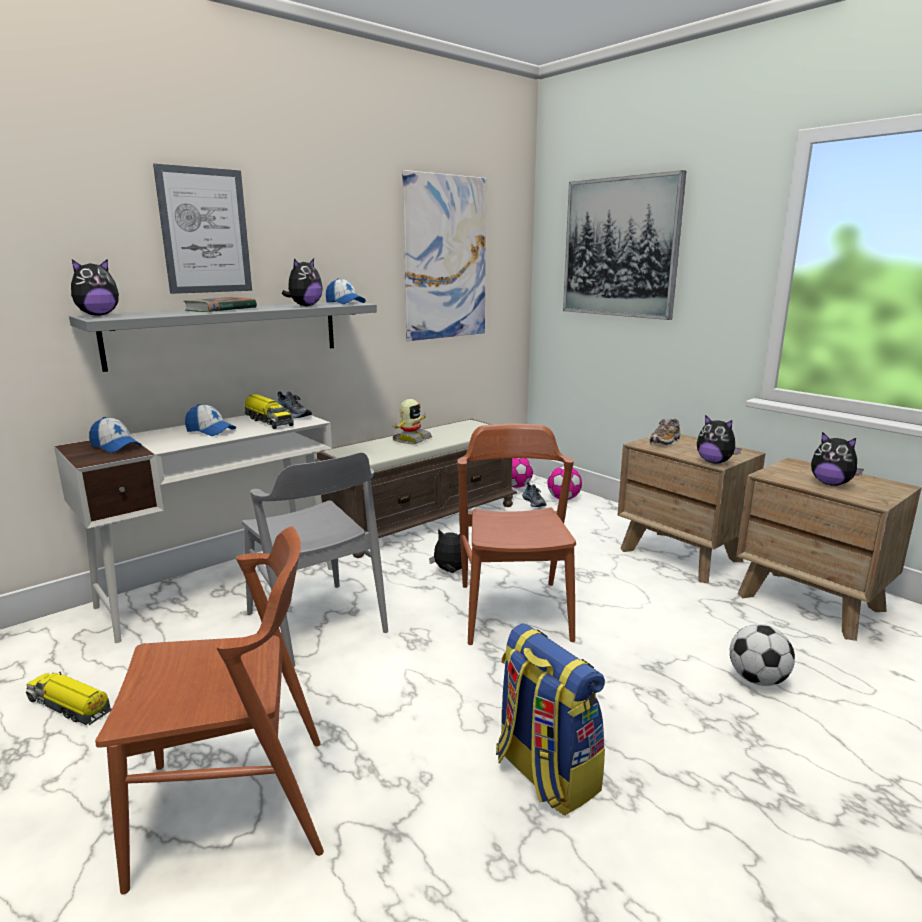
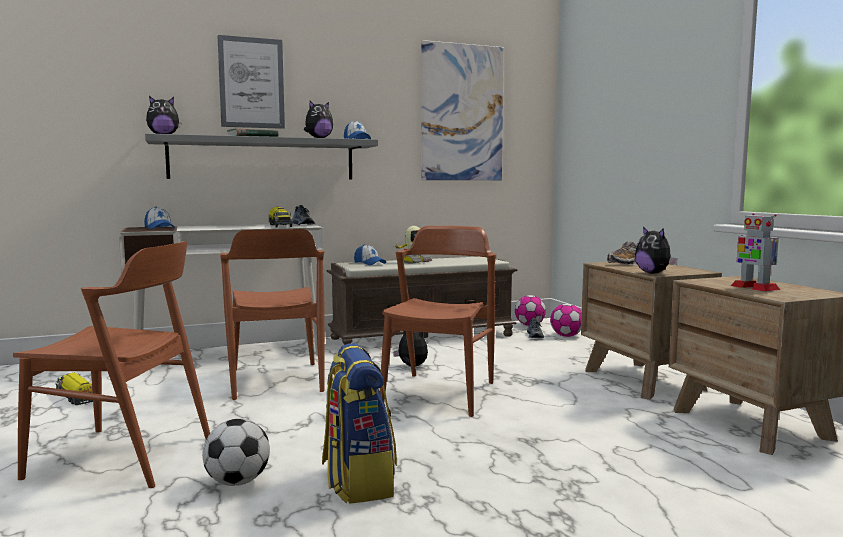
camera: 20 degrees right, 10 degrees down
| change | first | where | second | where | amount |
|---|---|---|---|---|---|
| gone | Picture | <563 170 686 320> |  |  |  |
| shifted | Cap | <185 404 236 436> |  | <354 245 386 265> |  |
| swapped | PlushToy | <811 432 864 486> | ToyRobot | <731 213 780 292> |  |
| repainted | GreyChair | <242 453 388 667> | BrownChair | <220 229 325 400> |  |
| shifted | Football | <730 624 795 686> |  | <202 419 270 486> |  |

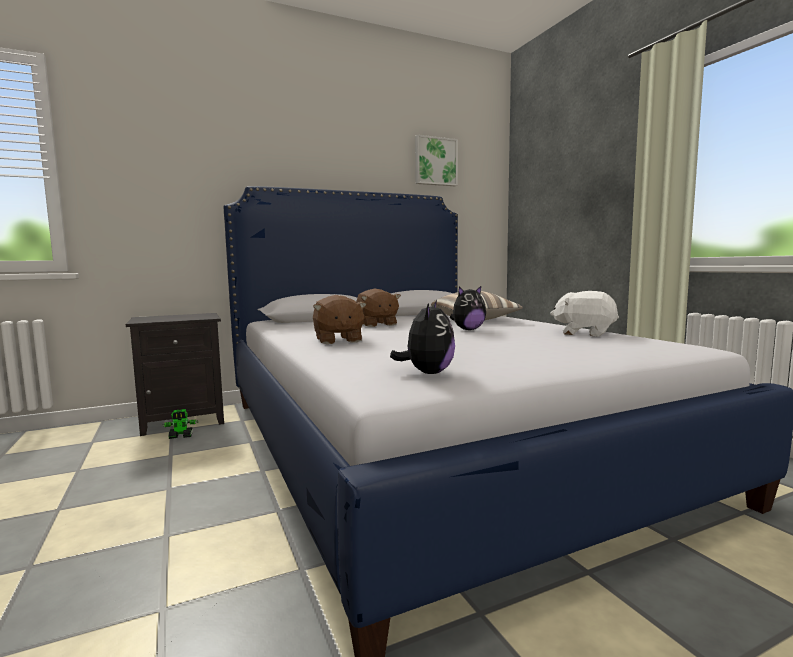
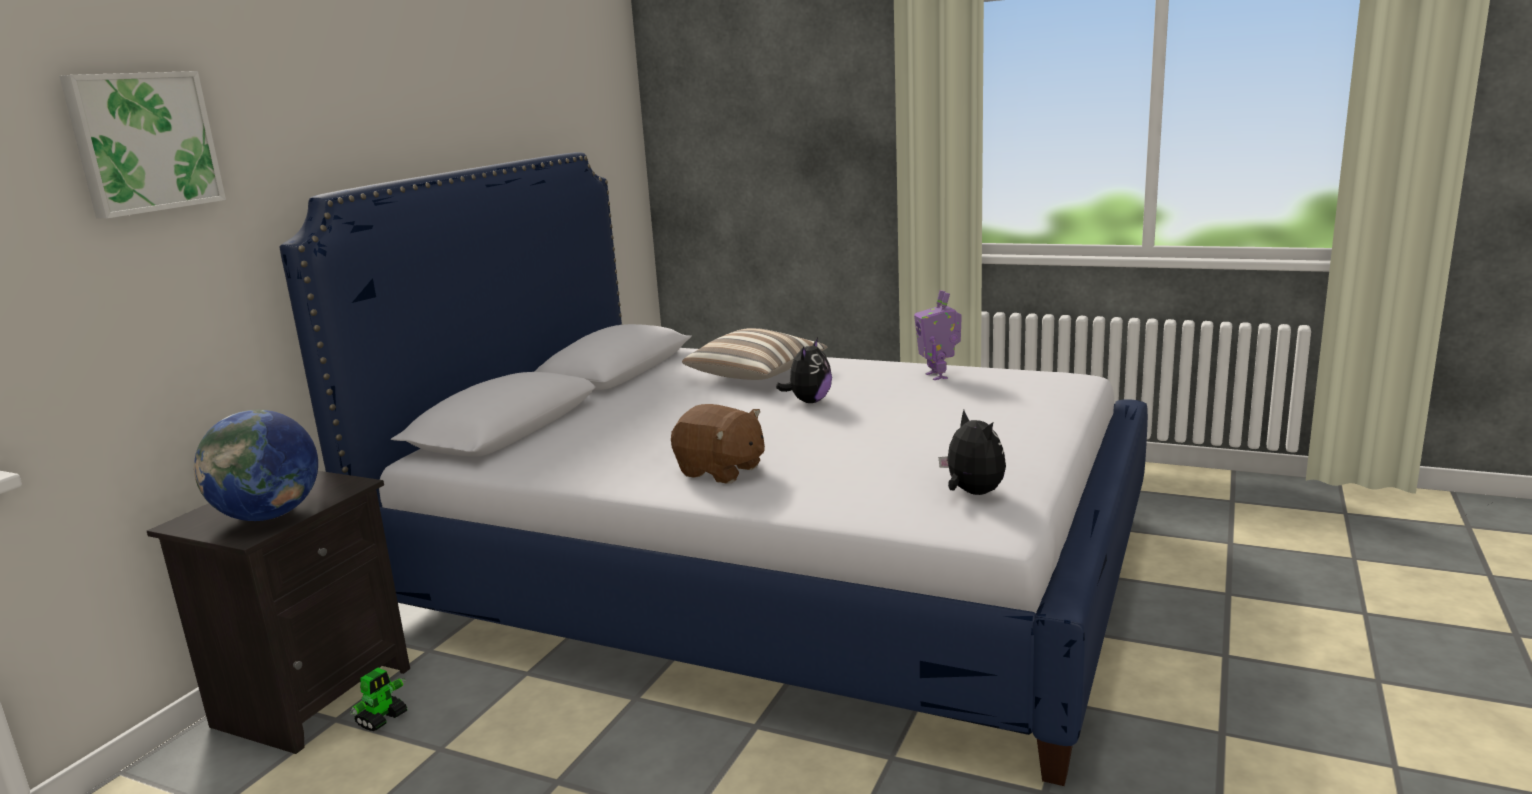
camera: 40 degrees left, 10 degrees up
| change | first | where | second | where | amount |
|---|---|---|---|---|---|
| shifted | Picture | <415 135 458 186> |  | <59 71 226 219> |  |
| gone | BrownPlushToy | <356 289 401 327> |  |  |  |
| swapped | WhitePlushToy | <551 291 619 336> | ToyRobot | <914 290 962 380> |  |
| new |  |  | Globe | <194 410 318 521> |  |

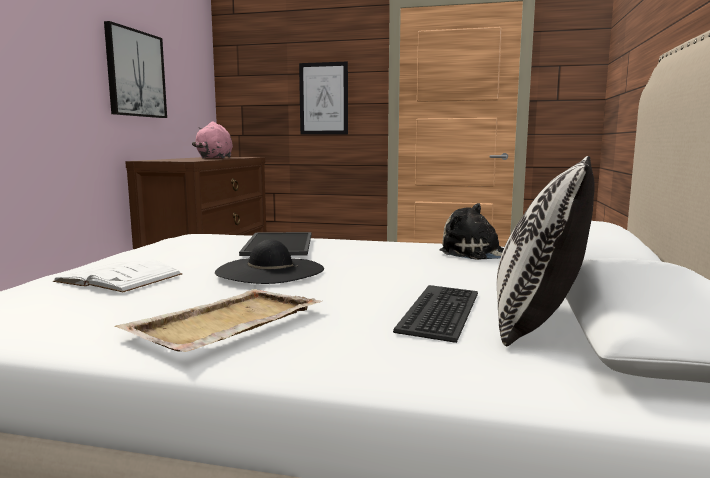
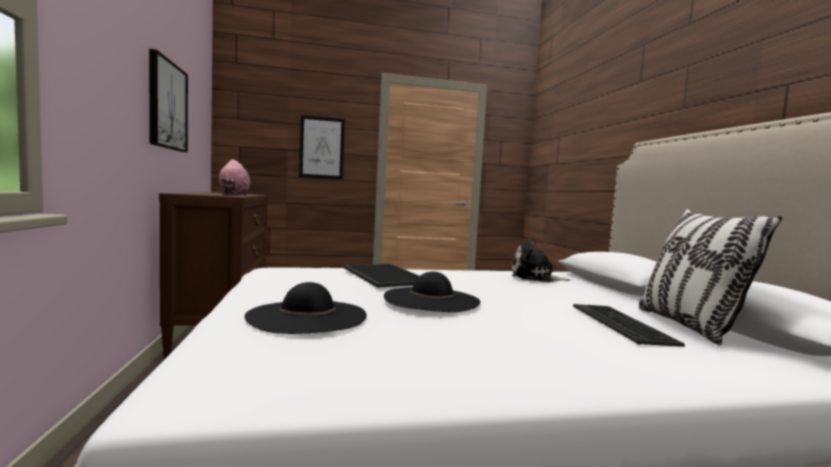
camera: 25 degrees left, 5 degrees down
| change | first | where | second | where | amount |
|---|---|---|---|---|---|
| swapped | WhiteBook | <53 260 182 292> | BlackHat | <245 282 367 334> |  |
| gone | BeigeTray | <115 289 322 352> |  |  |  |

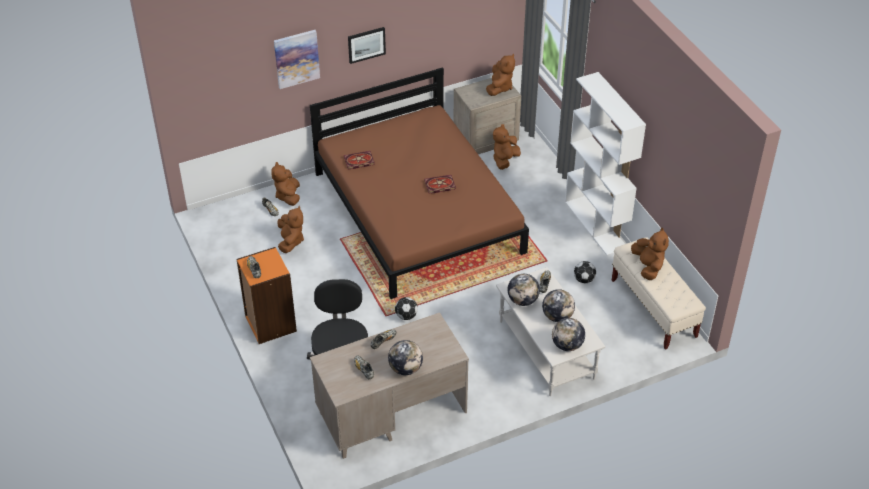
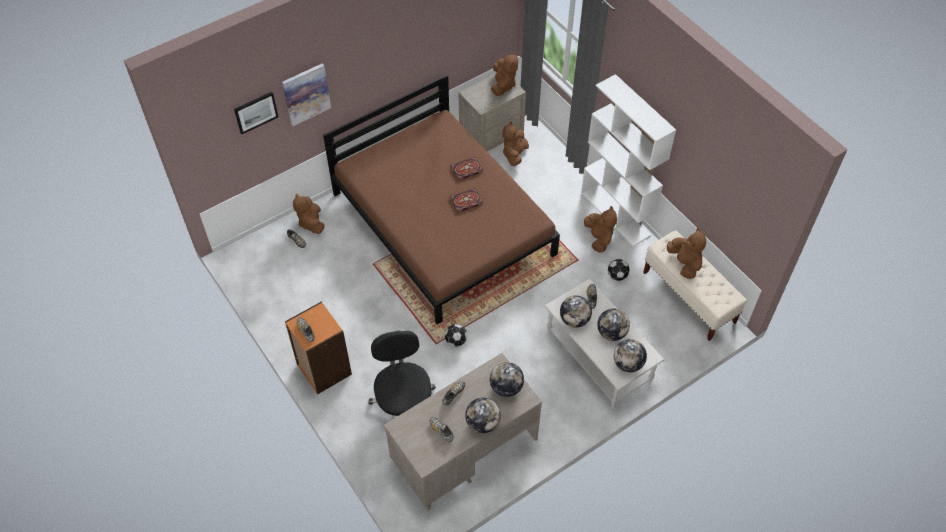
camera: 10 degrees left, 10 degrees up
| change | first | where | second | where | amount |
|---|---|---|---|---|---|
| shifted | Picture | <348 27 386 64> |  | <234 92 278 134> |  |
| shifted | Book | <344 151 375 169> |  | <450 157 483 180> |  |
| shifted | BrownPlushToy | <277 206 304 253> |  | <584 206 617 253> |  |
| new |  |  | Globe | <490 362 524 397> |  |

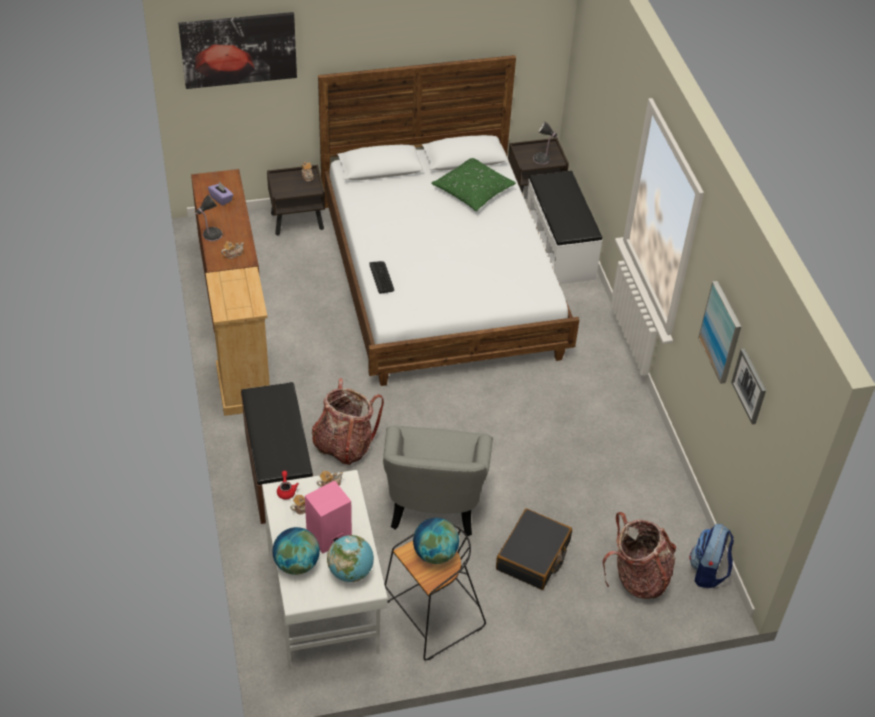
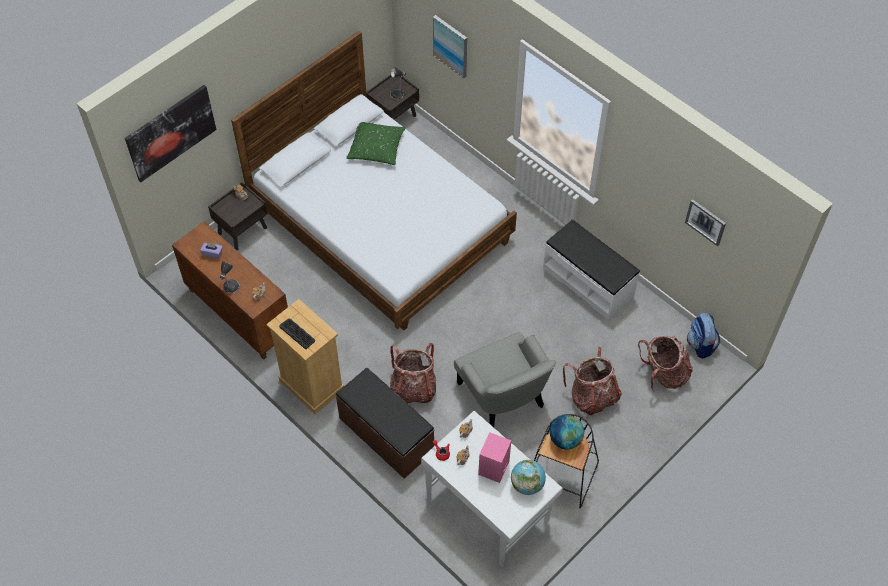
camera: 30 degrees left, 10 degrees up
| change | first | where | second | where | amount |
|---|---|---|---|---|---|
| shifted | WhiteBench | <527 171 602 284> |  | <543 219 640 321> |  |
| shifted | Keyboard | <369 261 394 294> |  | <279 319 315 349> |  |
| shifted | Picture | <698 281 741 384> |  | <433 15 467 78> |  |
| swapped | BlackSuitcase | <496 508 572 590> | Backpack | <563 347 622 416> |  |
| gone | Globe | <272 527 320 575> |  |  |  |

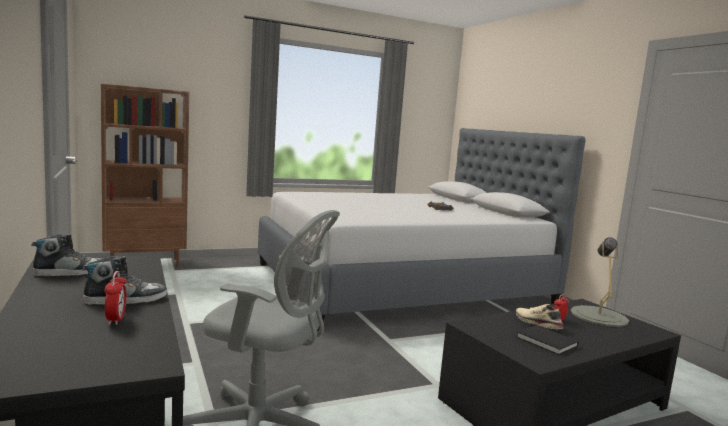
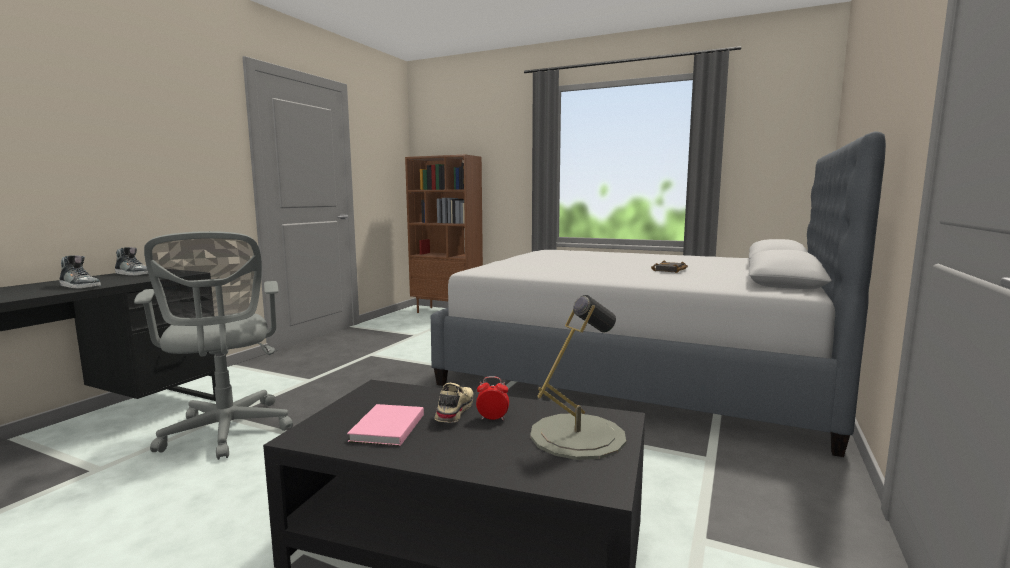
camera: 50 degrees right, 0 degrees up
| change | first | where | second | where | amount |
|---|---|---|---|---|---|
| gone | AlarmClock | <104 271 127 325> |  |  |  |
| repainted | BlackBook | <516 325 579 355> | PinkBook | <347 404 424 446> |  |

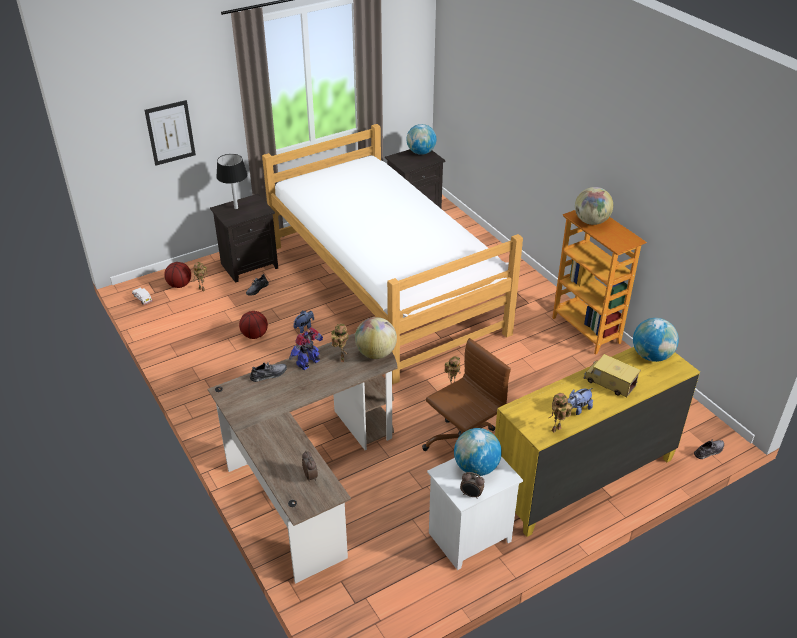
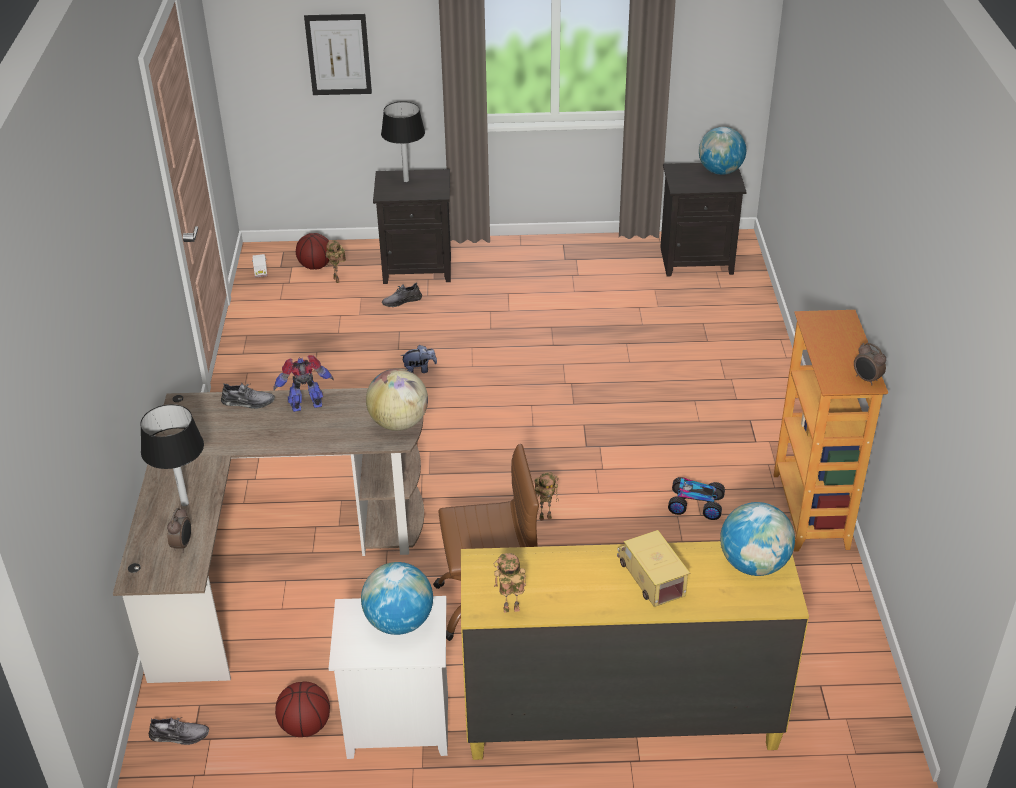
camera: 30 degrees right, 0 degrees up
| change | first | where | second | where | amount |
|---|---|---|---|---|---|
| gone | Bed | <262 124 523 385> |  |  |  |
| gone | Globe | <575 187 613 225> |  |  |  |
| shifted | Basketball | <239 311 268 339> |  | <275 682 330 737> |  |
| gone | ToyRobot | <331 323 349 362> |  |  |  |
| gone | PlushToy | <568 388 593 415> |  |  |  |
| shifted | GreyShoe | <694 440 724 459> |  | <149 717 209 745> |  |
| shifted | AlarmClock | <460 472 485 499> |  | <854 342 886 385> |  |
| new |  |  | BlackTableLamp | <140 404 204 506> |  |
| new |  |  | ToyCar | <668 477 725 520> |  |

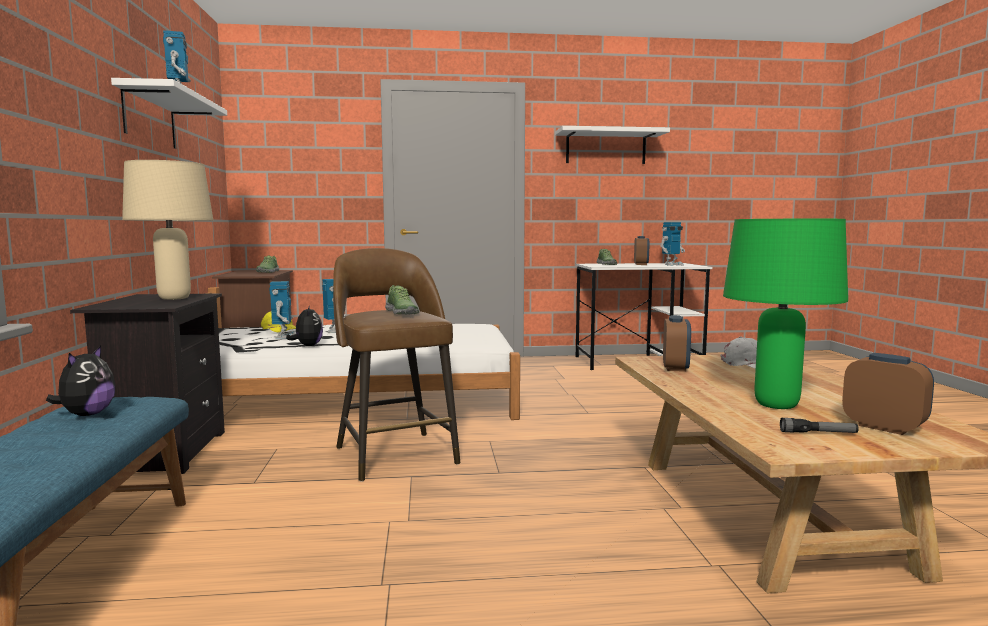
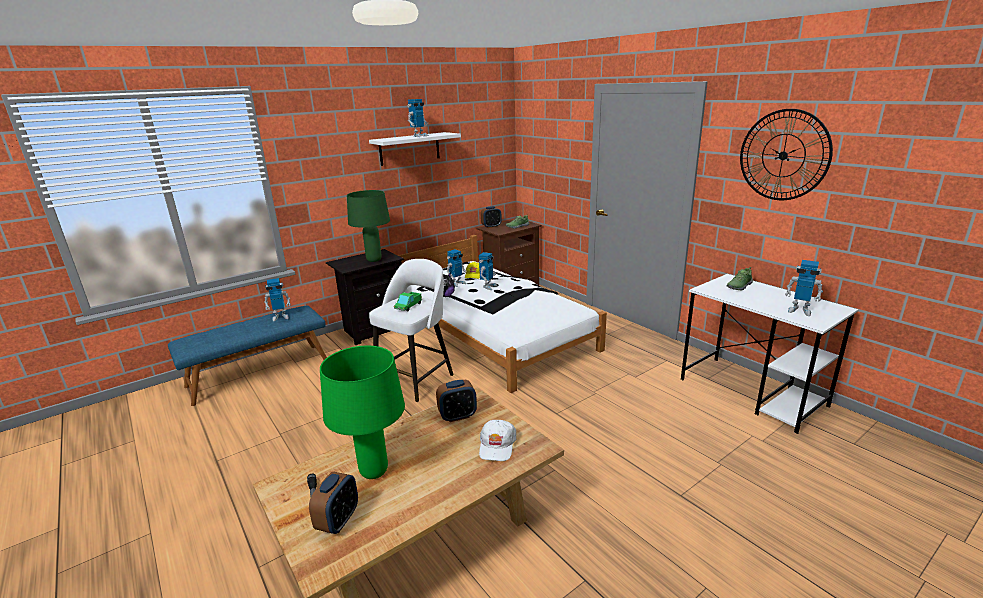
camera: 60 degrees right, 15 degrees up
| change | first | where | second | where | amount |
|---|---|---|---|---|---|
| swapped | WhiteShelf | <555 126 670 164> | WallClock | <740 109 833 200> |  |
| repainted | BeigeTableLamp | <122 160 213 300> | GreenTableLamp | <347 190 390 262> |  |
| shifted | AlarmClock | <634 236 650 265> |  | <481 206 502 228> |  |
| repainted | BrownStool | <333 248 460 482> | WhiteStool | <369 259 454 402> |  |
| swapped | Shoe | <385 285 419 315> | ToyTruck | <394 292 422 311> |  |
| swapped | PlushToy | <46 346 116 416> | ToyRobot | <264 278 291 322> |  |

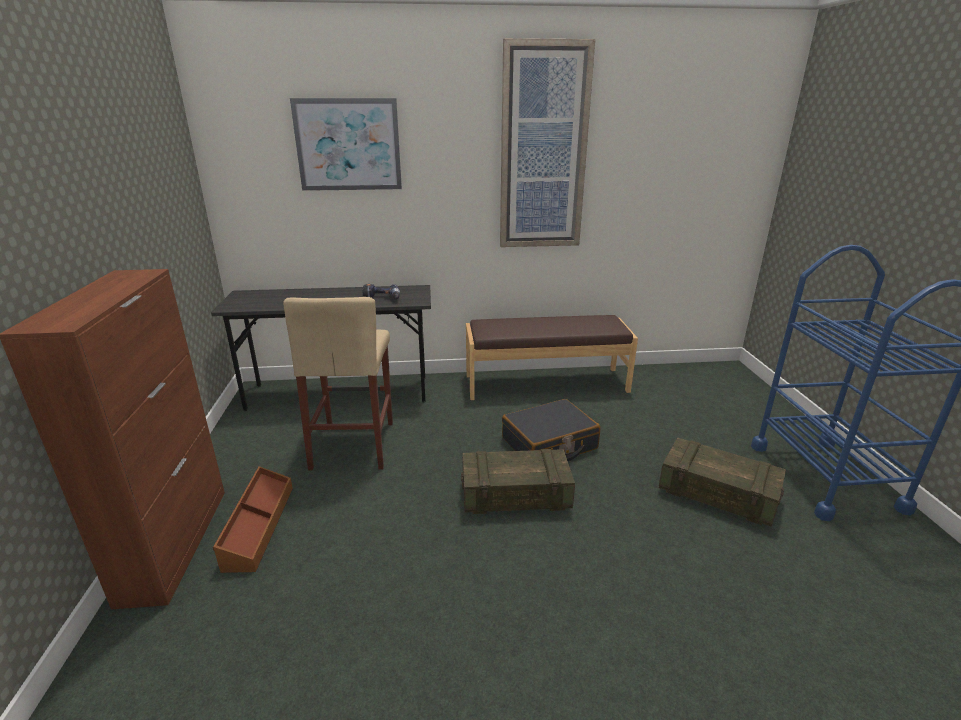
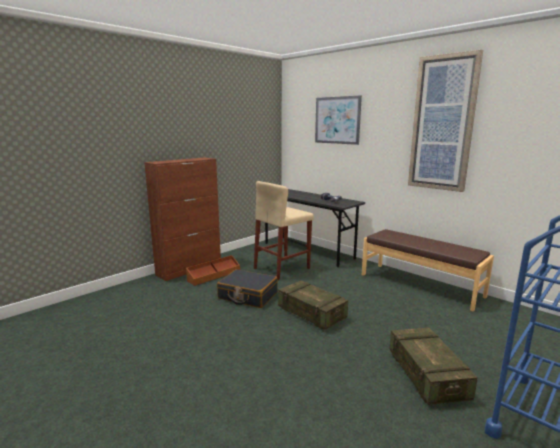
camera: 50 degrees right, 10 degrees down
| change | first | where | second | where | amount |
|---|---|---|---|---|---|
| shifted | BlackSuitcase | <502 399 600 461> |  | <217 269 278 308> |  |

